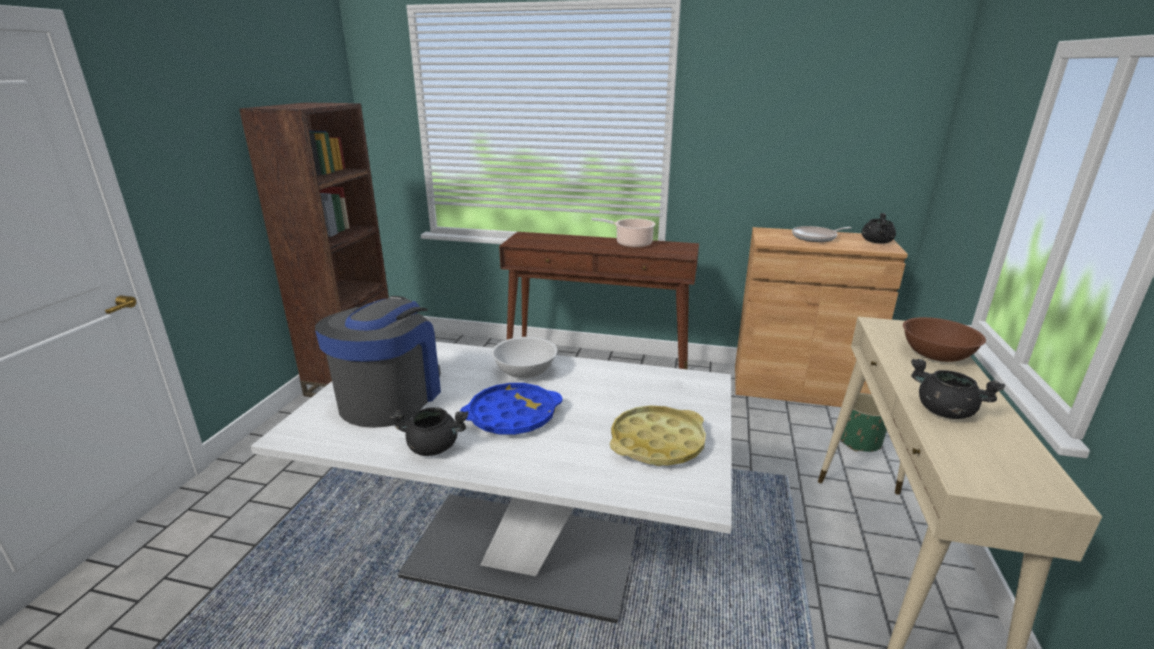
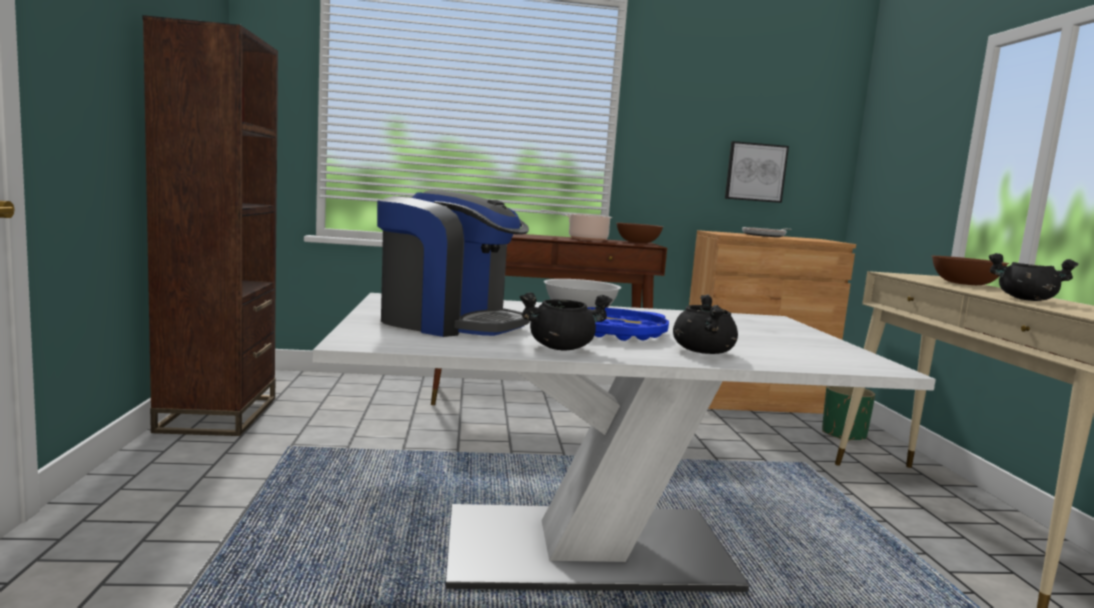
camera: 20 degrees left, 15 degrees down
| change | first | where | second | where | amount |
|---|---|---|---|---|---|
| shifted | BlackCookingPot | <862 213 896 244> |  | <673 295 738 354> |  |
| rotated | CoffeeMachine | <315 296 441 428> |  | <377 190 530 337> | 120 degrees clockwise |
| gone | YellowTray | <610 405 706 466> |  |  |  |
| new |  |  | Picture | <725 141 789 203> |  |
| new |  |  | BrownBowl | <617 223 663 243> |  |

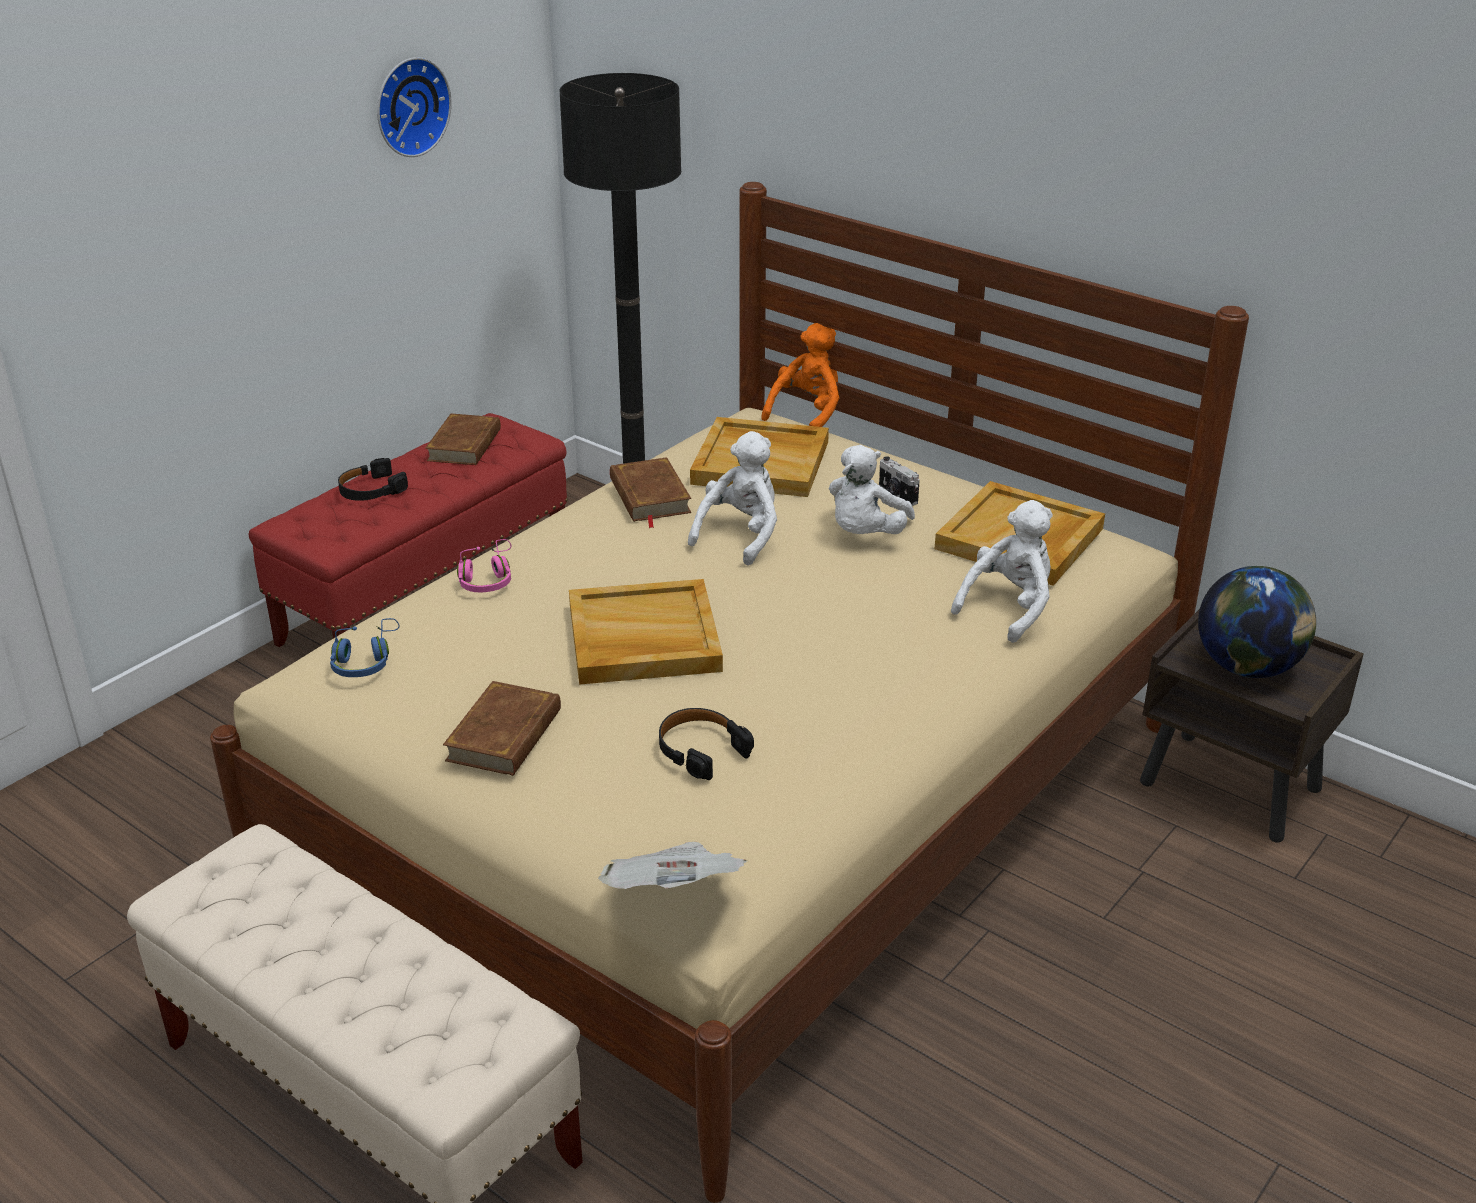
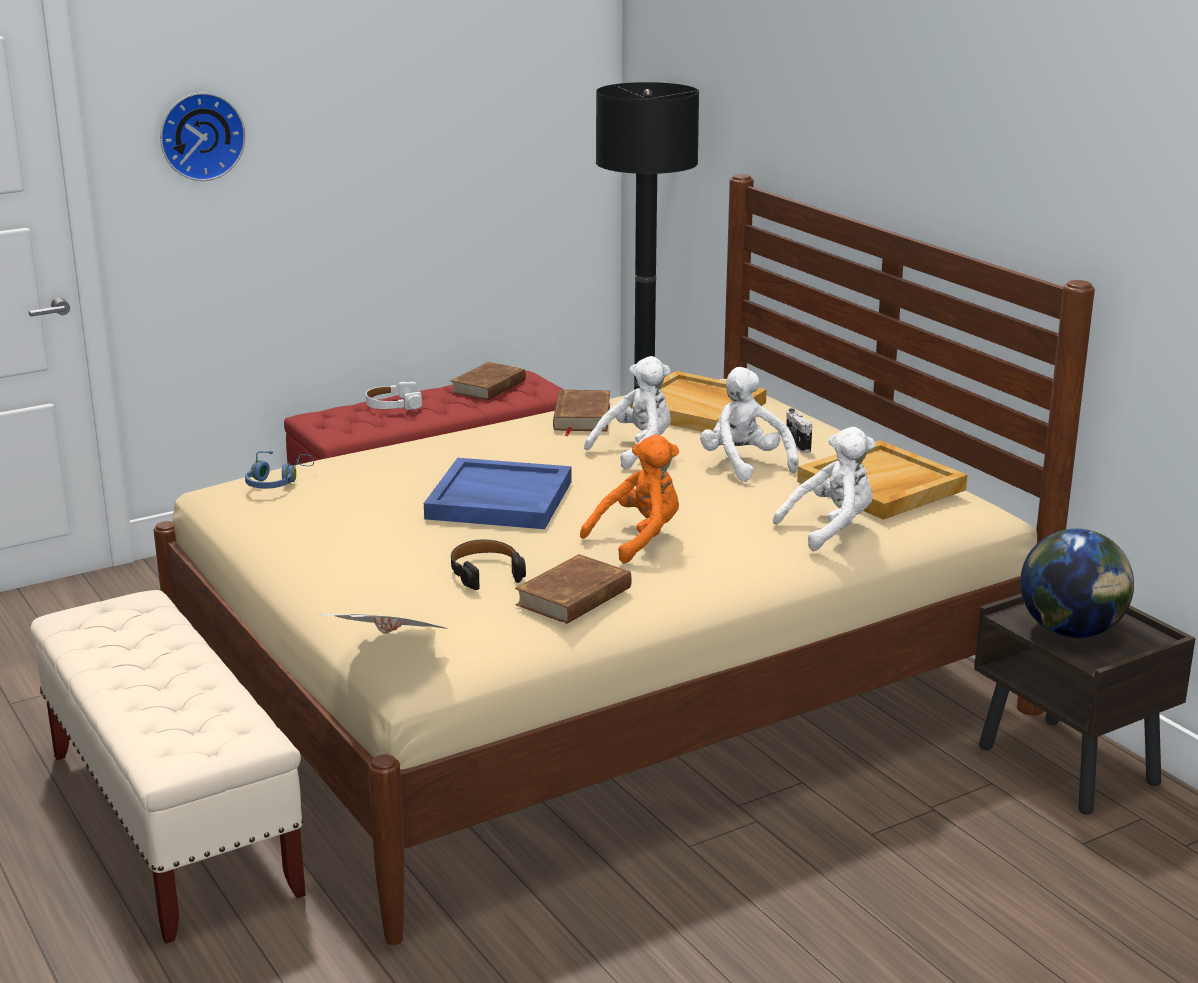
camera: 20 degrees right, 10 degrees down
| change | first | where | second | where | amount |
|---|---|---|---|---|---|
| shifted | WallClock | <377 57 452 157> |  | <160 93 246 181> |  |
| shifted | OrangePlushToy | <761 323 839 427> |  | <580 434 679 563> |  |
| rotated | WhitePlushToy | <829 445 915 534> |  | <700 367 799 482> | 105 degrees clockwise |
| repainted | BlackHeadphones | <338 458 408 501> | WhiteHeadphones | <366 381 422 410> |  |
| gone | PinkHeadphones | <457 539 511 592> |  |  |  |
| repainted | BeigeTray | <569 579 723 685> | BlueTray | <424 458 572 529> |  |
| shifted | BrownBook | <443 681 561 776> |  | <515 554 632 624> |  |

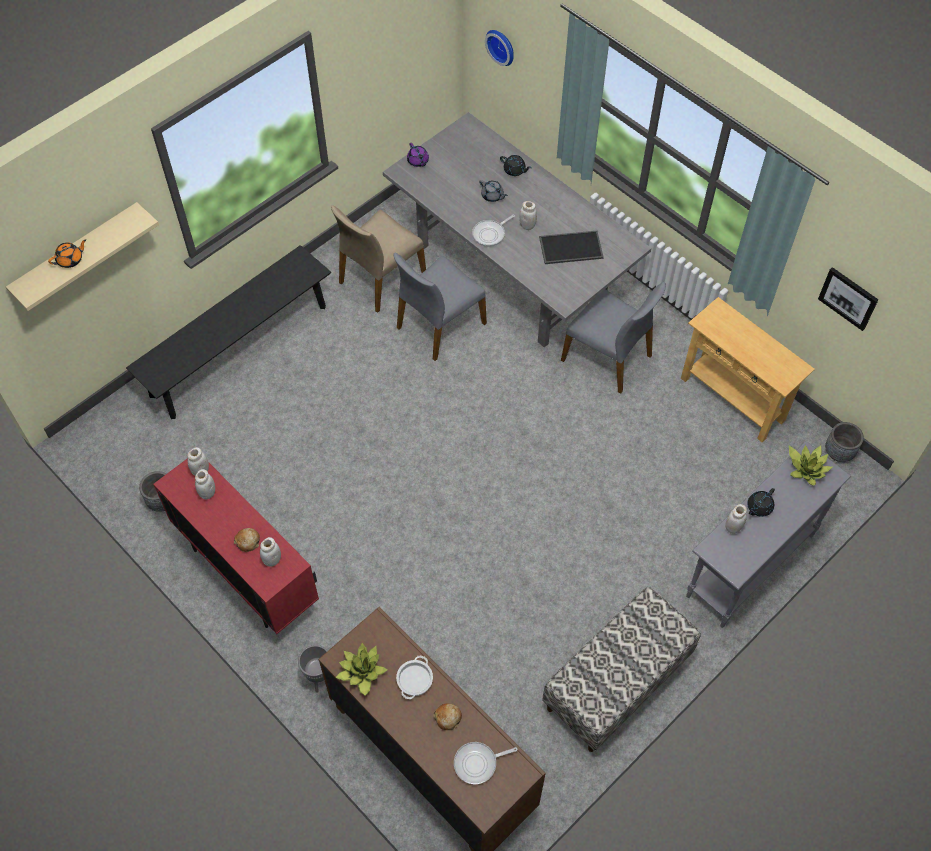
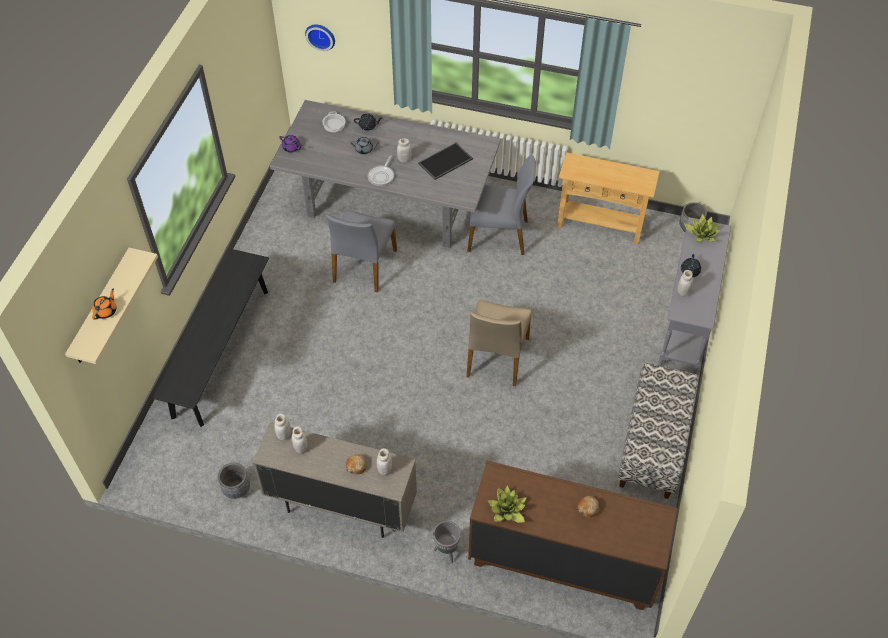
camera: 30 degrees left, 5 degrees down
| change | first | where | second | where | amount |
|---|---|---|---|---|---|
| shifted | BeigeChair | <331 205 426 313> |  | <466 300 532 386> |  |
| gone | Picture | <818 267 878 331> |  |  |  |
| repainted | RedCabinet | <153 458 319 634> | BeigeCabinet | <253 422 417 538> |  |
| shifted | CookingPot | <396 656 433 699> |  | <322 111 345 132> |  |
| gone | FryingPan | <454 742 517 784> |  |  |  |

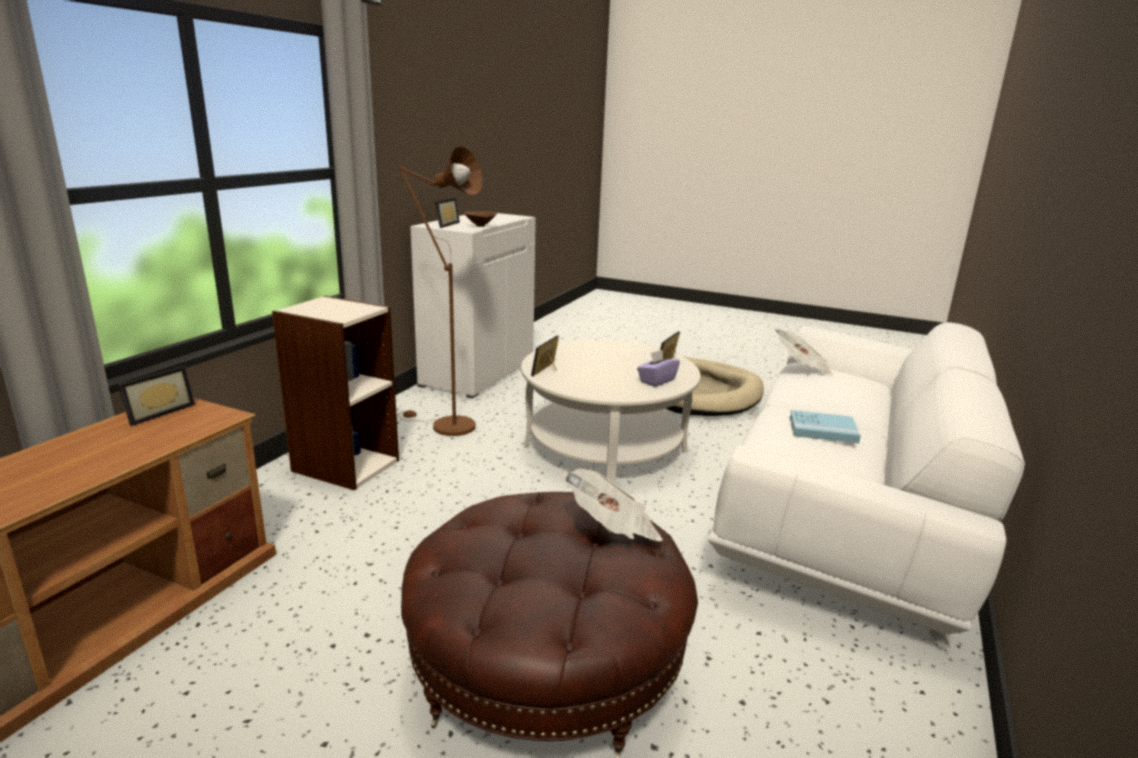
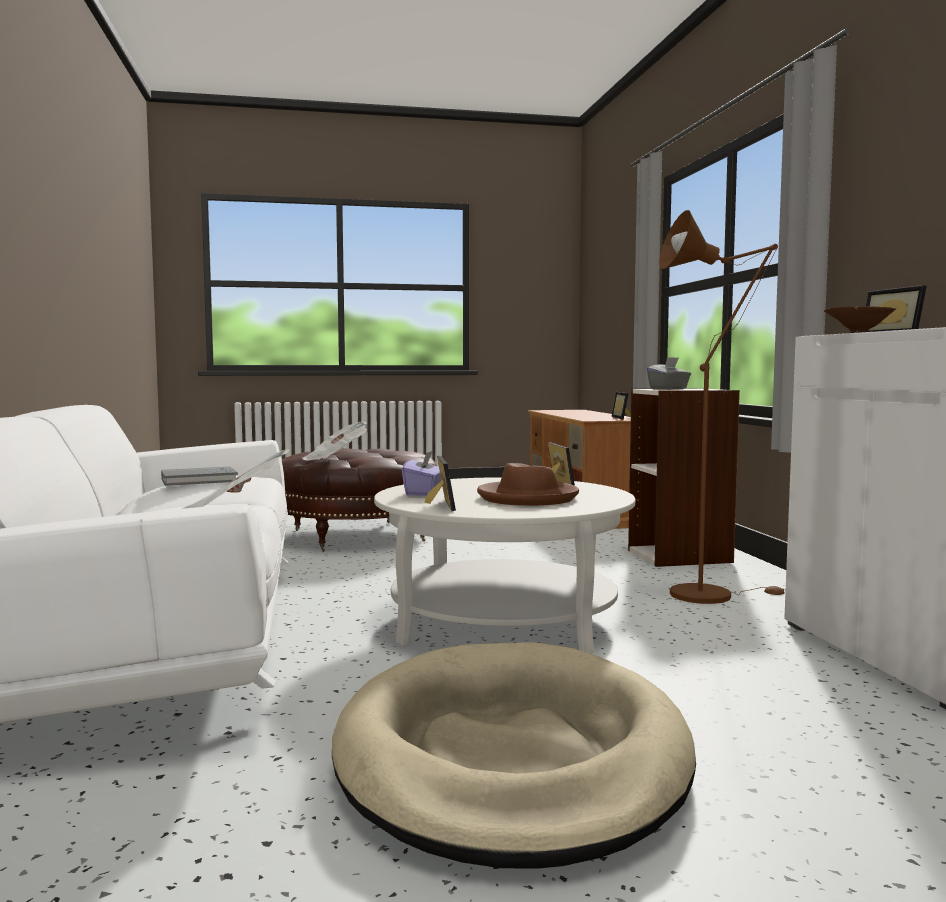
camera: 145 degrees right, 15 degrees down
| change | first | where | second | where | amount |
|---|---|---|---|---|---|
| repainted | BlueBook | <790 410 861 444> | GreyBook | <161 467 238 486> |  |
| new |  |  | GreyTissueBox | <647 357 691 390> |  |
| new |  |  | BrownHat | <477 463 579 506> |  |

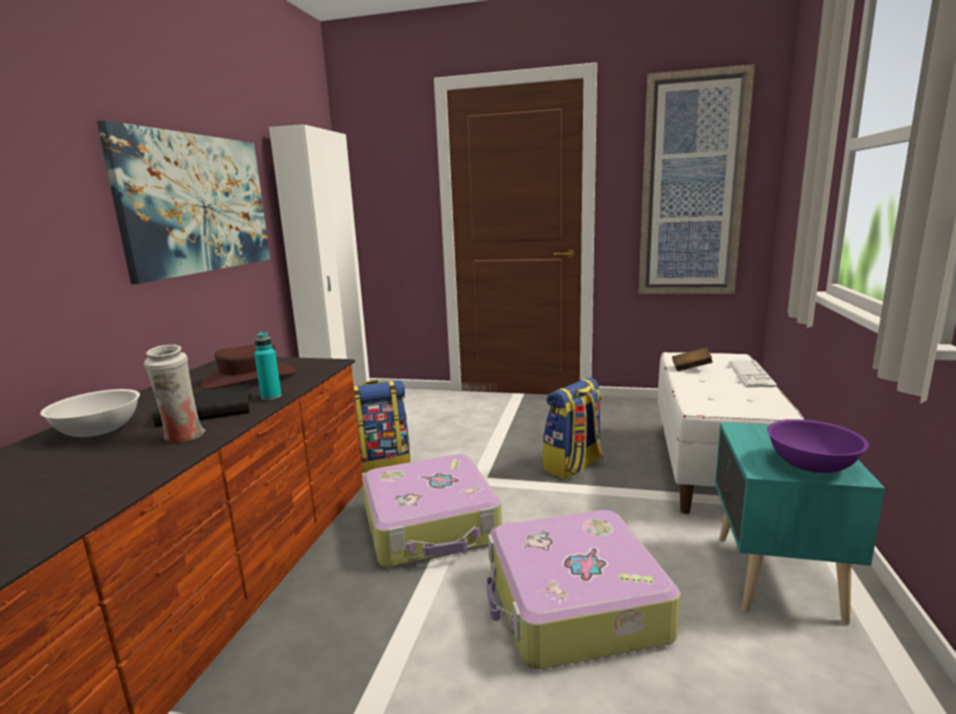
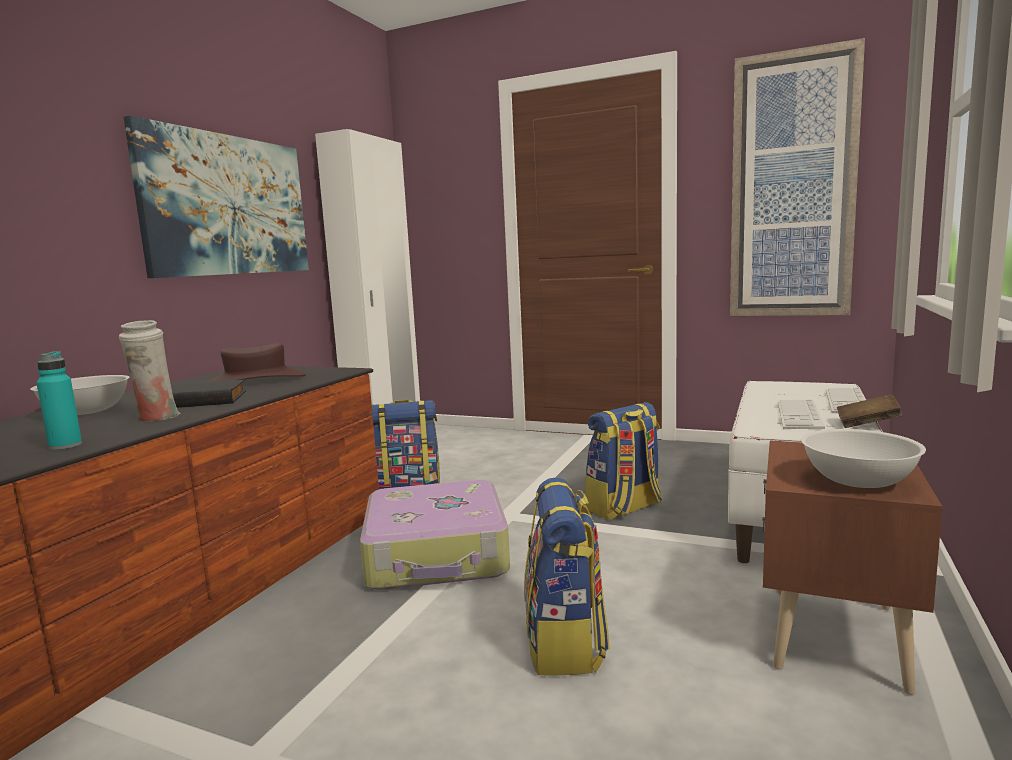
camera: 10 degrees right, 5 degrees down
| change | first | where | second | where | amount |
|---|---|---|---|---|---|
| shifted | TurquoiseBottle | <254 332 282 400> |  | <36 351 82 450> |  |
| shifted | BrownBook | <672 348 713 371> |  | <837 394 902 428> |  |
| repainted | PurpleBowl | <767 420 869 473> | WhiteBowl | <801 429 926 488> |  |
| repainted | TurquoiseNightstand | <715 422 885 624> | BrownNightstand | <762 440 942 695> |  |
| swapped | Suitcase | <486 510 680 670> | Backpack | <524 478 610 675> |  |
| new |  |  | Keyboard | <778 399 825 429> |  |

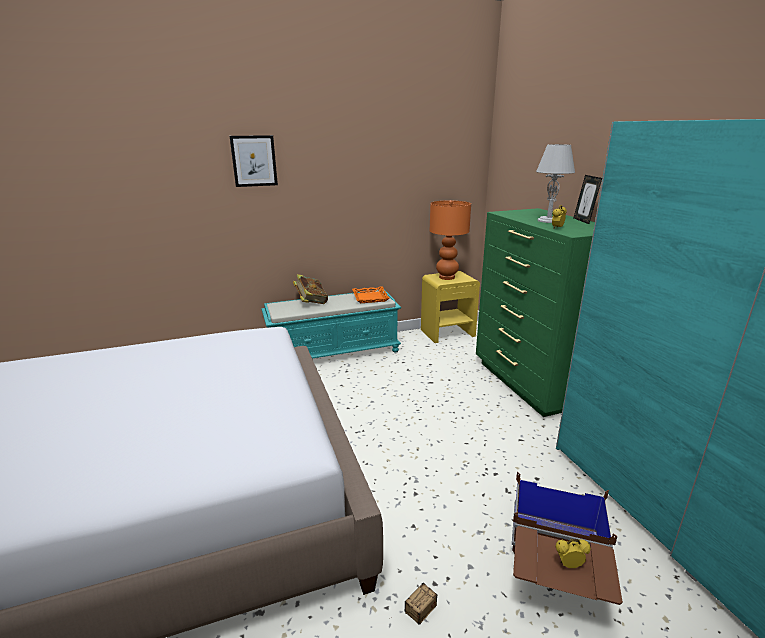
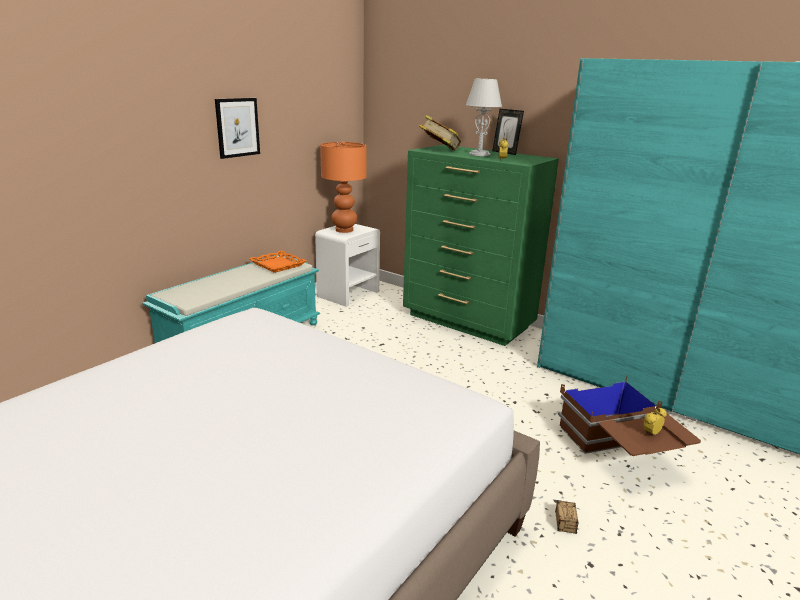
camera: 35 degrees left, 0 degrees up
| change | first | where | second | where | amount |
|---|---|---|---|---|---|
| shifted | Picture | <230 135 278 187> |  | <215 98 260 159> |  |
| repainted | YellowNightstand | <421 271 480 343> | WhiteNightstand | <315 224 380 307> |  |
| shifted | Book | <293 274 328 304> |  | <419 115 461 151> |  |

